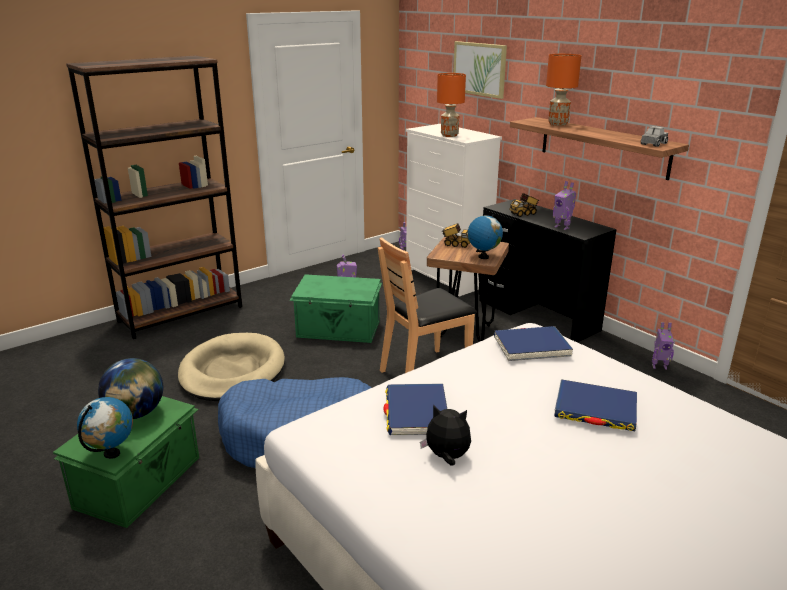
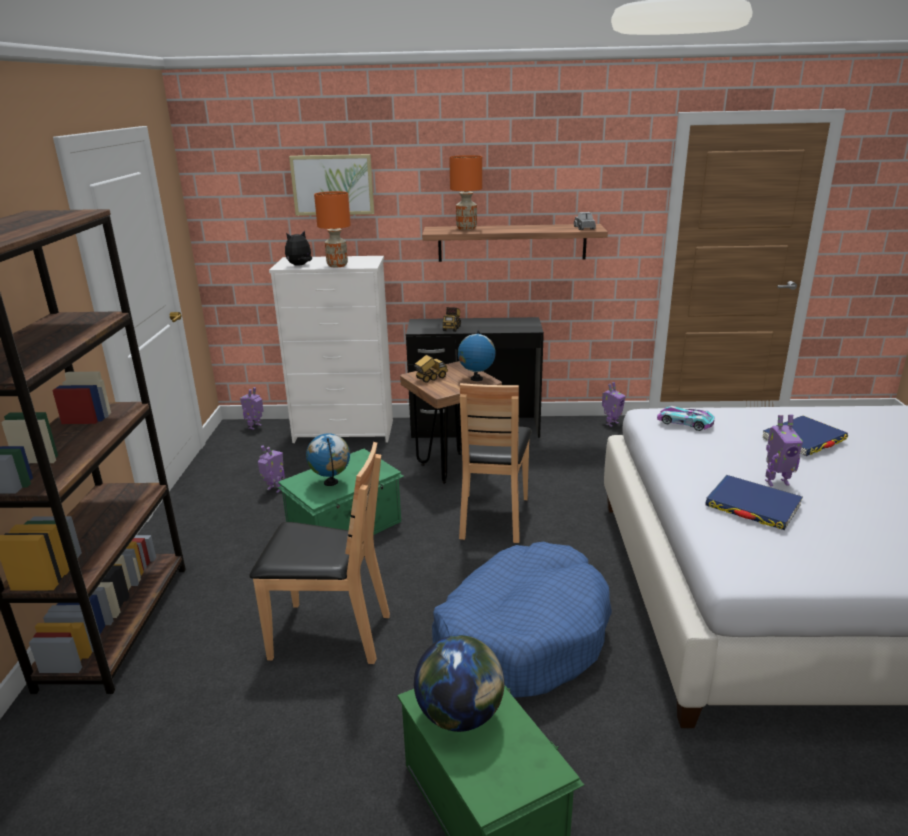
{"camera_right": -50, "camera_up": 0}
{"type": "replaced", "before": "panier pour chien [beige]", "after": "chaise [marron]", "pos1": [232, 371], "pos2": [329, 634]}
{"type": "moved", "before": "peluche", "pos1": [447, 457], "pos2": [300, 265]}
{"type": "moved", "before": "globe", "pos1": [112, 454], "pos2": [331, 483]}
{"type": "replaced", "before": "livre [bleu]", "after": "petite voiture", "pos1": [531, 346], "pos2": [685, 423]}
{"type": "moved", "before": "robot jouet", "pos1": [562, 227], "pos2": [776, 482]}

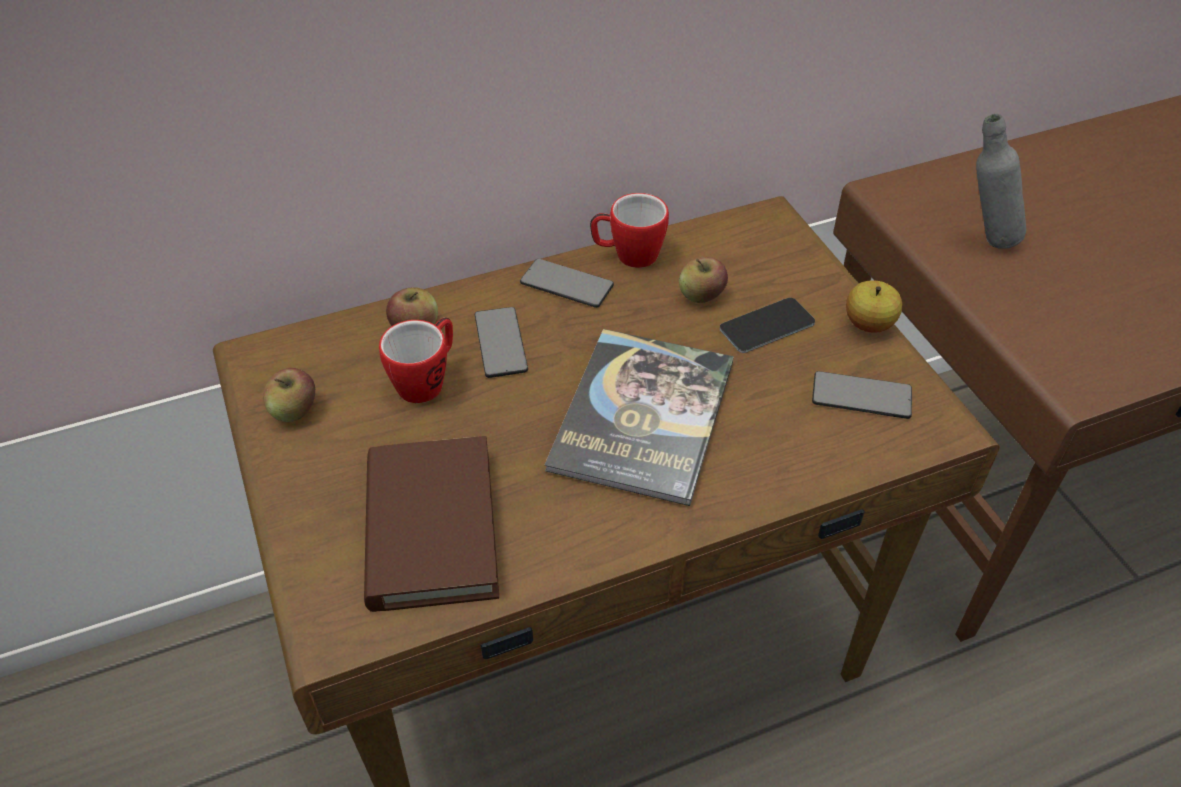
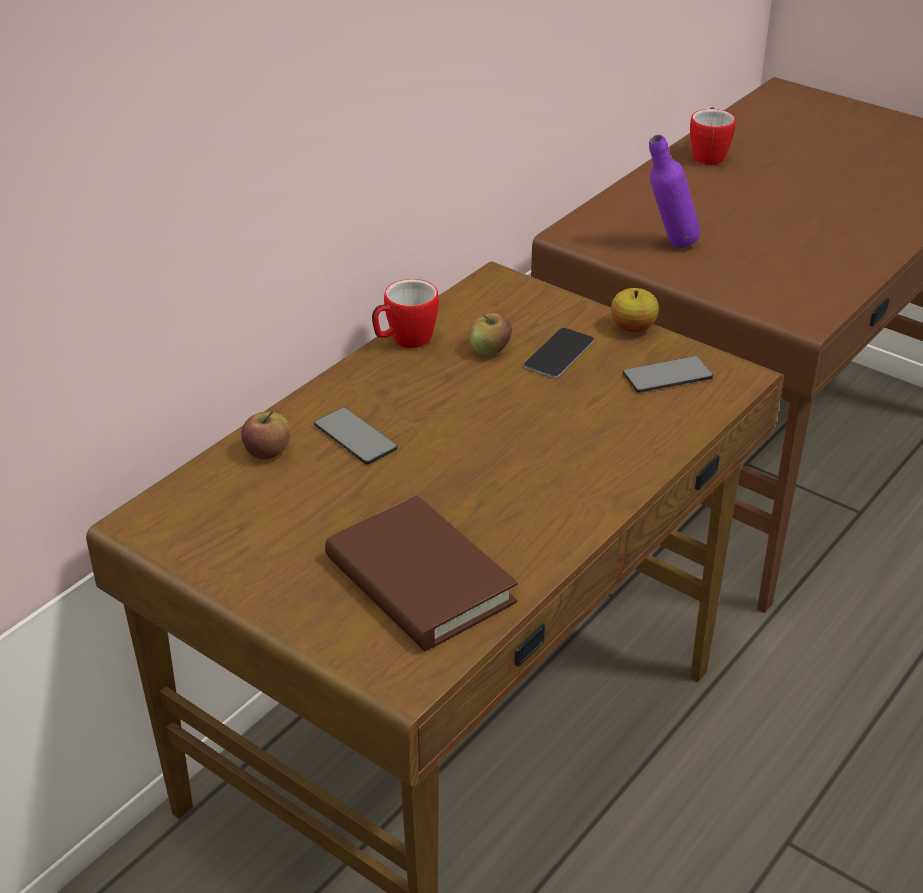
{"camera_right": -30, "camera_up": -10}
{"type": "recoloured", "before": "bouteille [gris]", "after": "bouteille [violet]", "pos1": [983, 240], "pos2": [669, 246]}
{"type": "moved", "before": "mug", "pos1": [427, 380], "pos2": [708, 155]}
{"type": "removed", "before": "pomme", "pos1": [294, 410]}
{"type": "removed", "before": "téléphone", "pos1": [566, 284]}
{"type": "removed", "before": "livre", "pos1": [643, 415]}

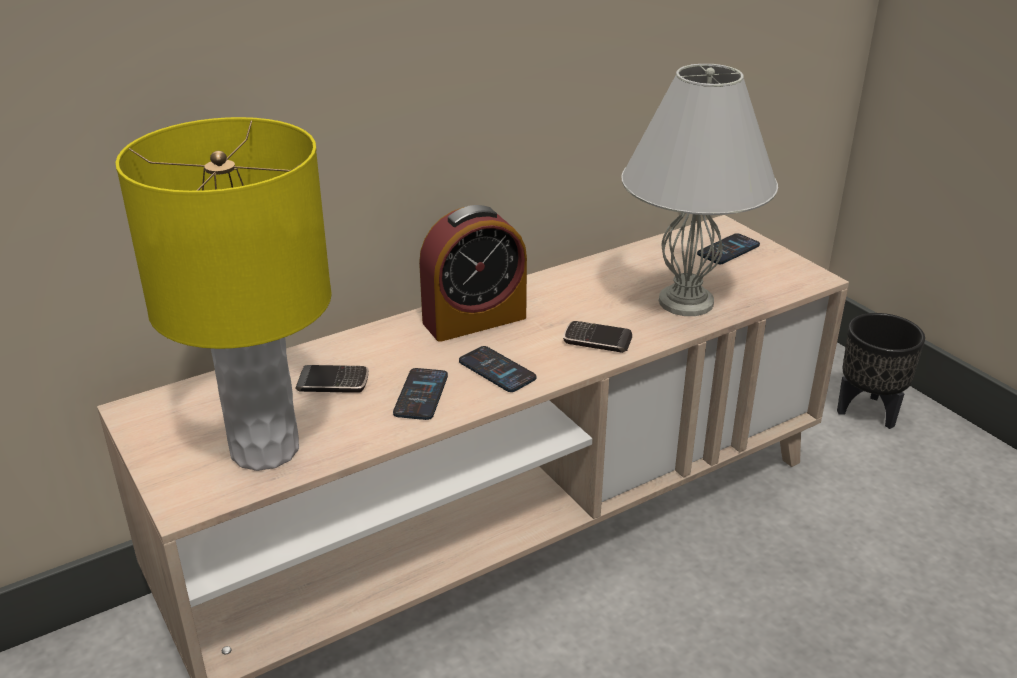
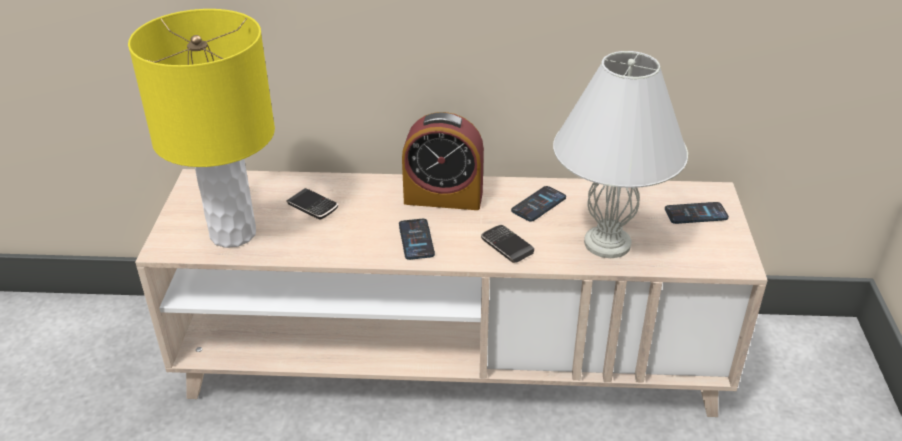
{"camera_right": 35, "camera_up": 5}
{"type": "moved", "before": "téléphone", "pos1": [421, 395], "pos2": [538, 204]}
{"type": "removed", "before": "cache-pot [noir]", "pos1": [868, 411]}

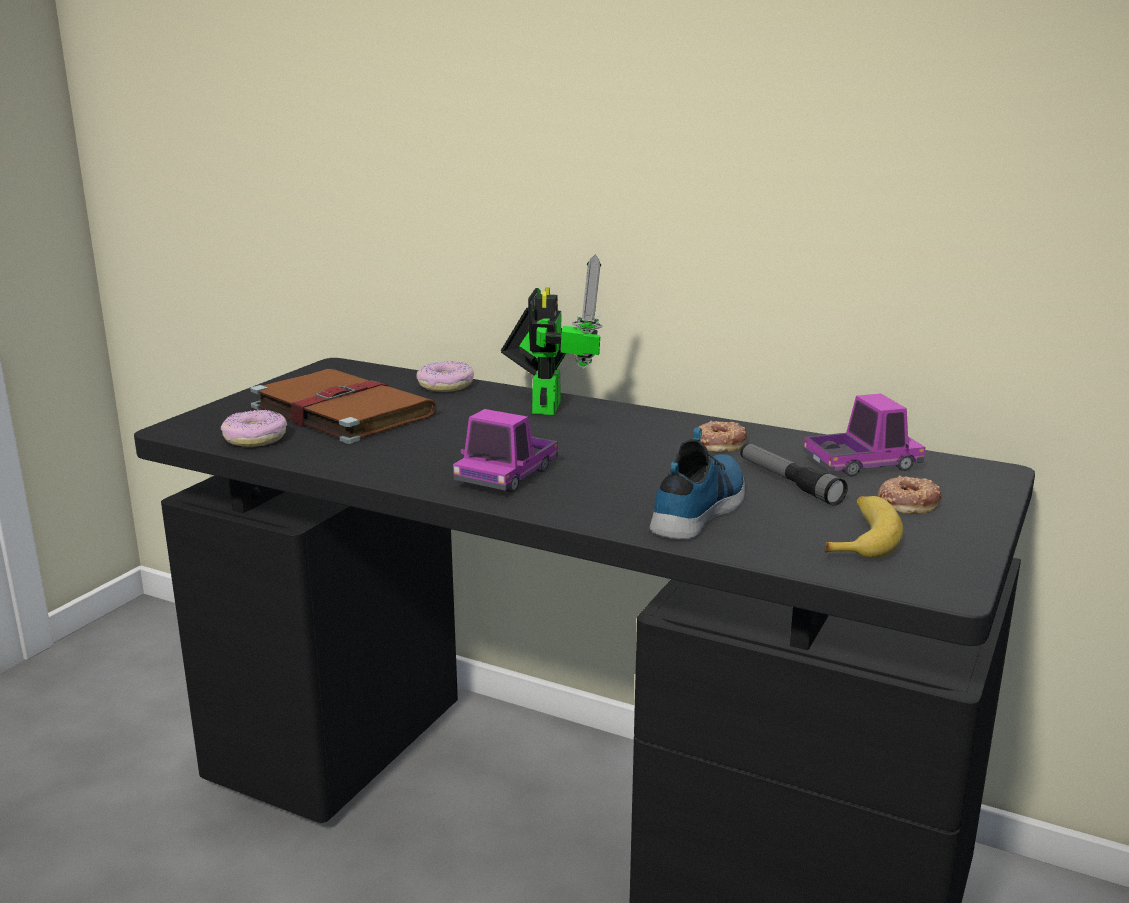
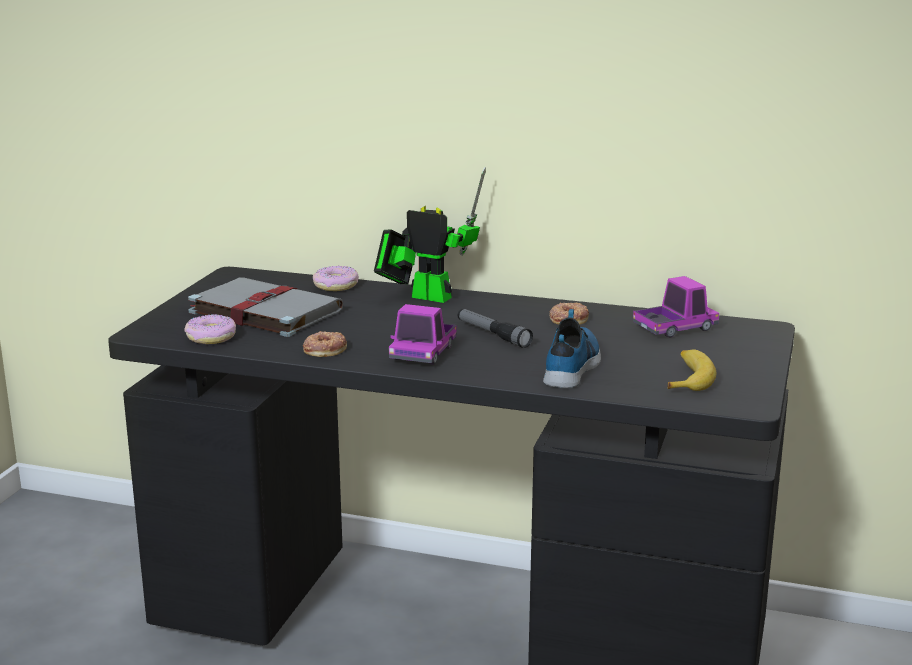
{"camera_right": -10, "camera_up": 0}
{"type": "recoloured", "before": "livre [marron]", "after": "livre [gris]", "pos1": [339, 410], "pos2": [263, 311]}
{"type": "moved", "before": "beignet", "pos1": [907, 502], "pos2": [324, 349]}
{"type": "turned", "before": "robot jouet", "pos1": [547, 404], "pos2": [425, 296], "turn": -60}
{"type": "moved", "before": "lampe de poche", "pos1": [788, 483], "pos2": [492, 335]}

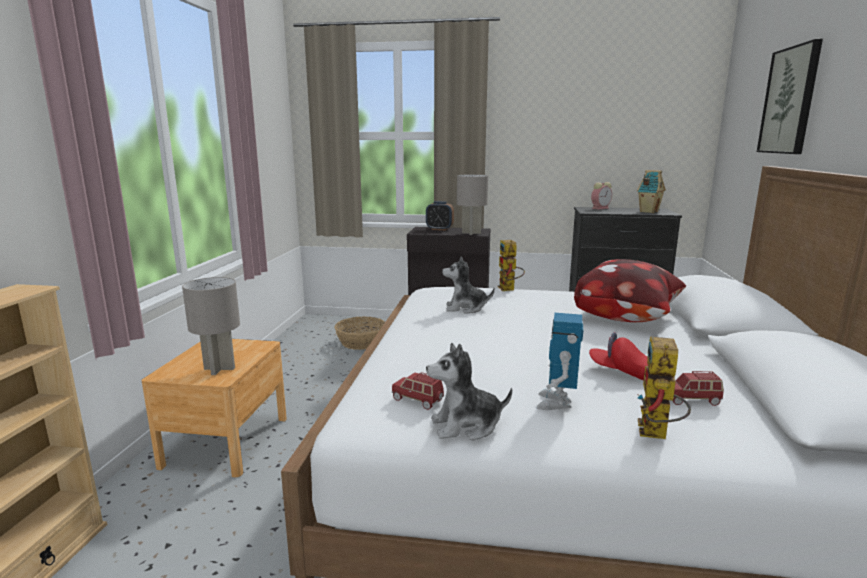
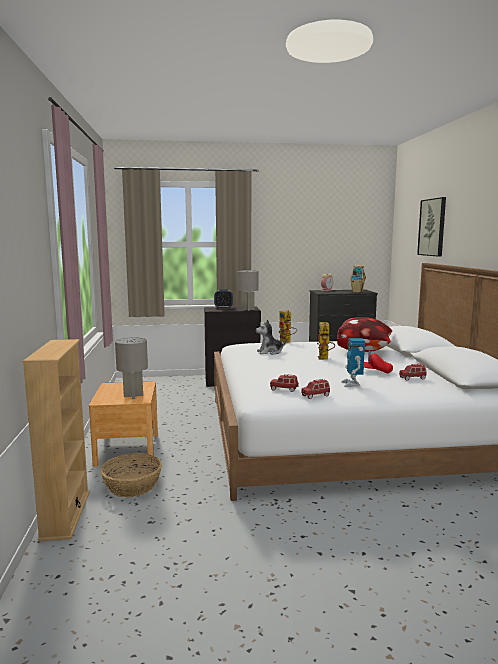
{"camera_right": -15, "camera_up": -5}
{"type": "moved", "before": "panier", "pos1": [361, 342], "pos2": [132, 485]}
{"type": "replaced", "before": "peluche", "after": "petite voiture [rouge]", "pos1": [466, 426], "pos2": [315, 395]}
{"type": "moved", "before": "robot jouet", "pos1": [656, 434], "pos2": [324, 359]}

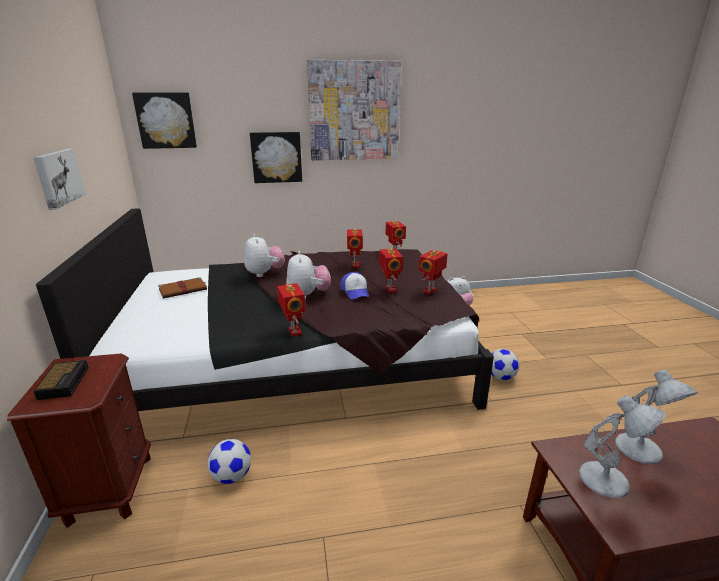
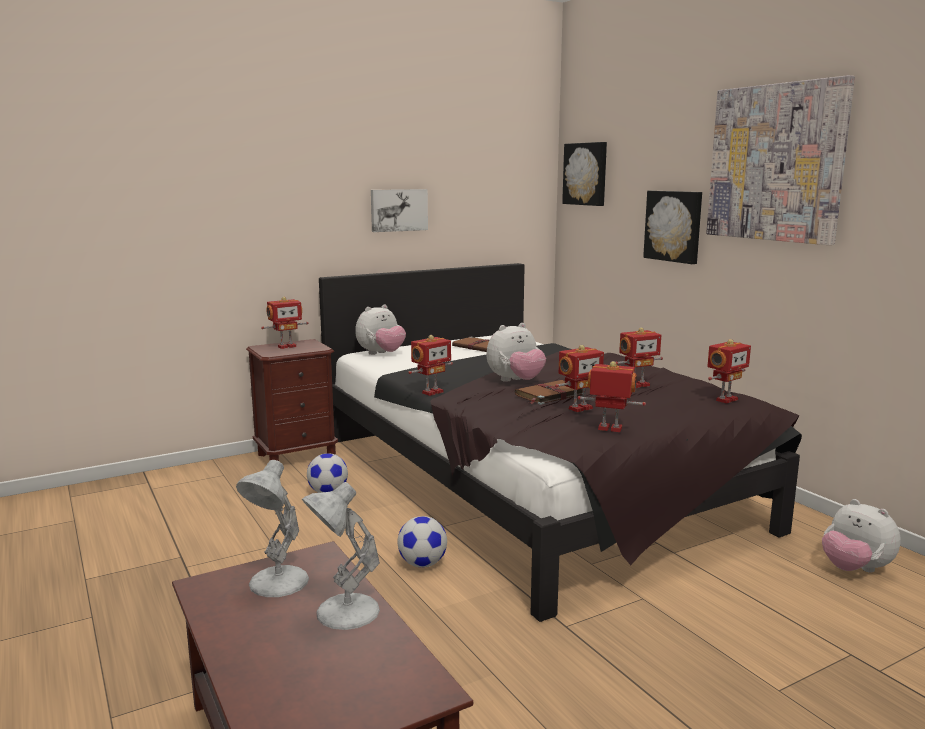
{"camera_right": 70, "camera_up": -10}
{"type": "replaced", "before": "réveil", "after": "robot jouet", "pos1": [64, 382], "pos2": [286, 346]}
{"type": "moved", "before": "peluche", "pos1": [265, 273], "pos2": [381, 354]}
{"type": "moved", "before": "ballon de foot", "pos1": [500, 377], "pos2": [422, 564]}
{"type": "replaced", "before": "casquette", "after": "livre [marron]", "pos1": [355, 291], "pos2": [549, 395]}

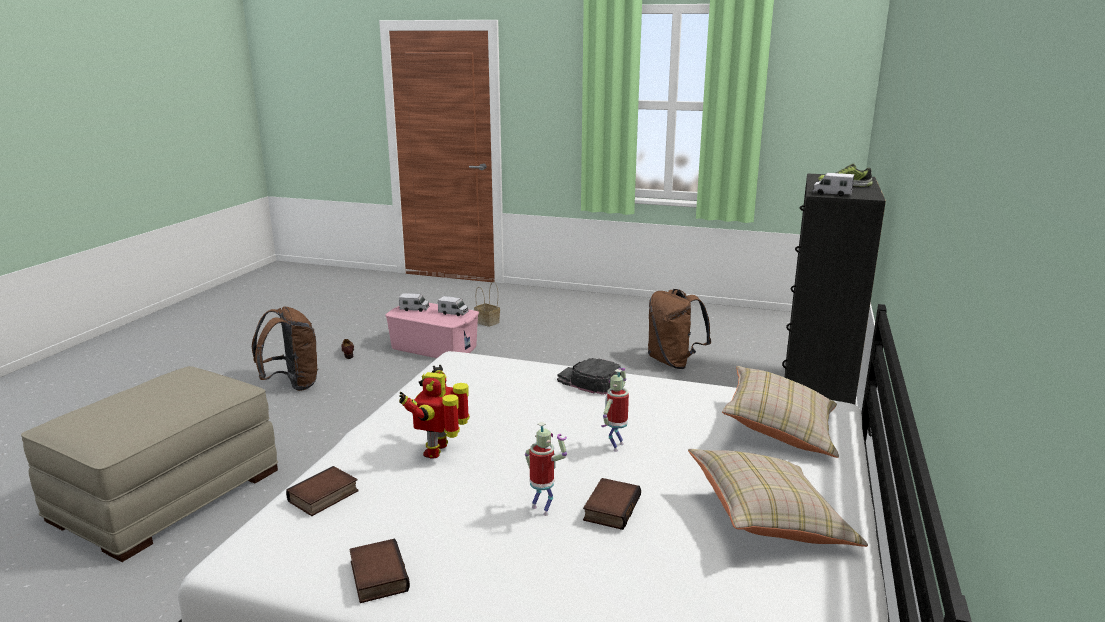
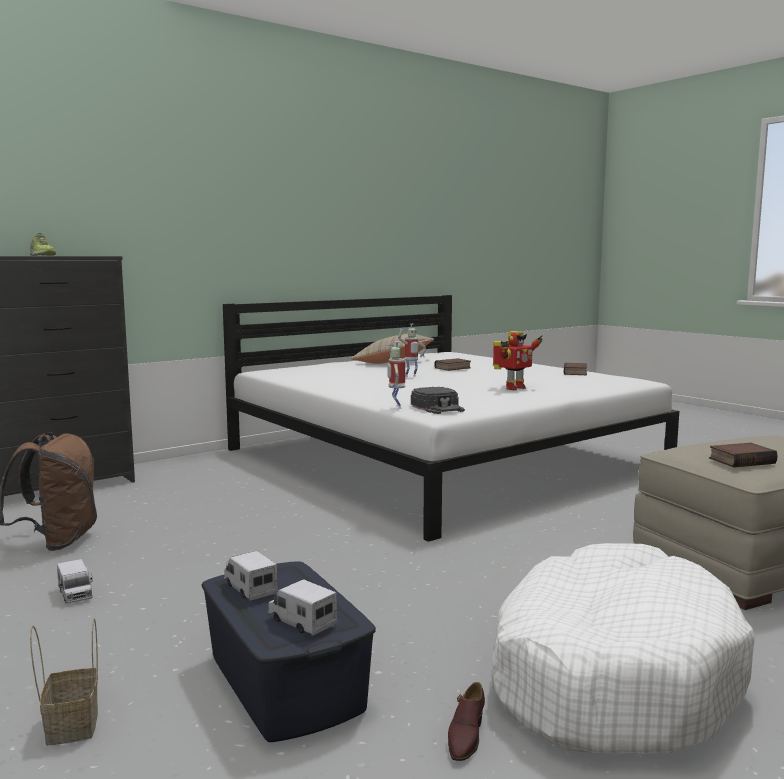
{"camera_right": -145, "camera_up": -10}
{"type": "moved", "before": "camion jouet", "pos1": [832, 194], "pos2": [75, 594]}
{"type": "recoloured", "before": "boîte de rangement [rose]", "after": "boîte de rangement [bleu]", "pos1": [434, 347], "pos2": [284, 682]}
{"type": "moved", "before": "robot jouet", "pos1": [543, 509], "pos2": [396, 407]}
{"type": "moved", "before": "casquette [noir]", "pos1": [589, 381], "pos2": [438, 407]}
{"type": "replaced", "before": "sac à dos [marron]", "after": "panier pour chien [blanc]", "pos1": [292, 384], "pos2": [610, 675]}
{"type": "moved", "before": "livre", "pos1": [323, 497], "pos2": [741, 460]}
{"type": "removed", "before": "coussin [beige]", "pos1": [779, 429]}

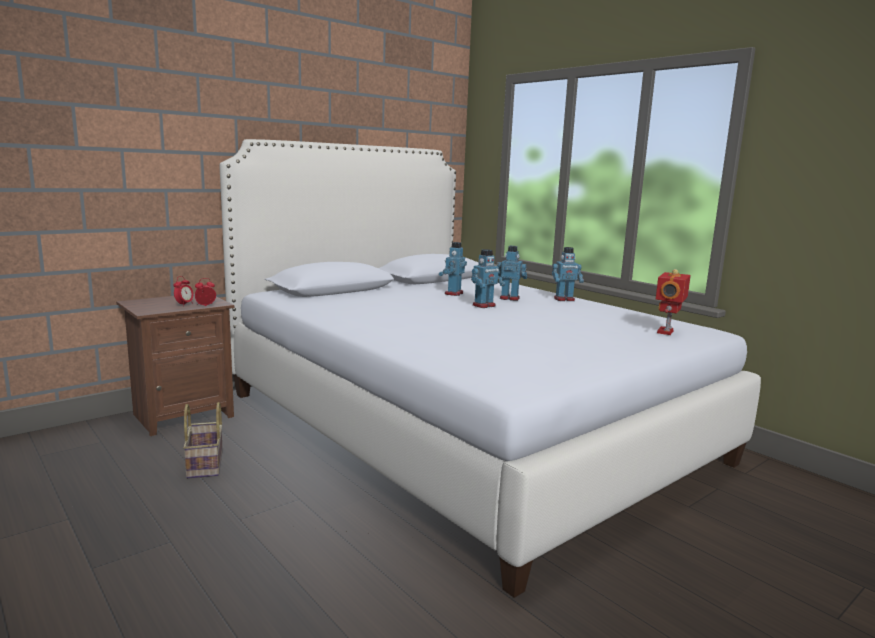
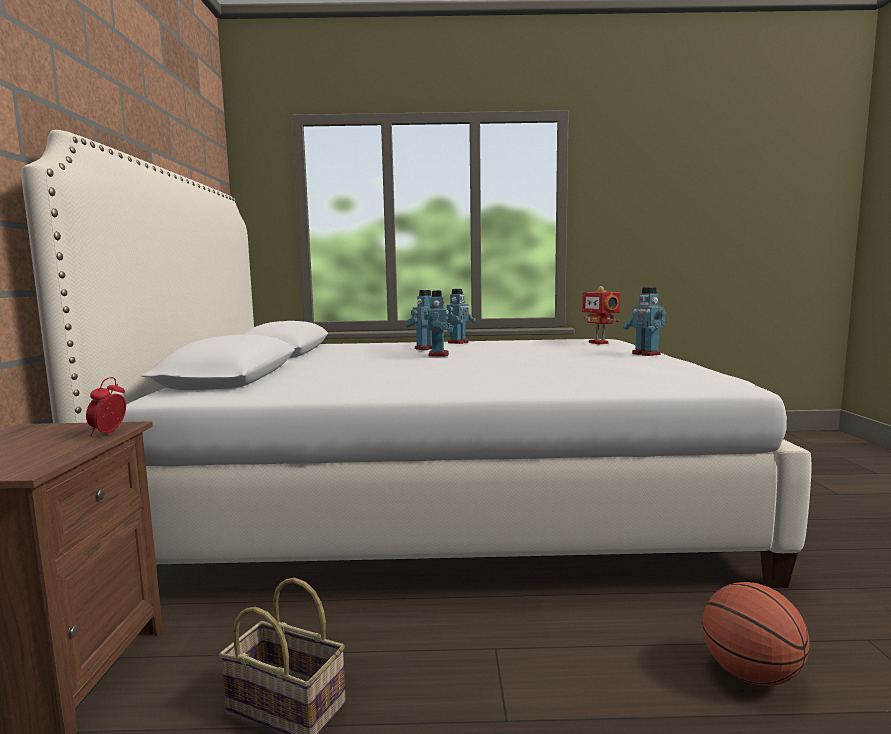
{"camera_right": -50, "camera_up": -5}
{"type": "moved", "before": "robot jouet", "pos1": [453, 293], "pos2": [645, 354]}
{"type": "added", "after": "ballon de basket", "pos2": [751, 674]}
{"type": "removed", "before": "réveil", "pos1": [184, 304]}

